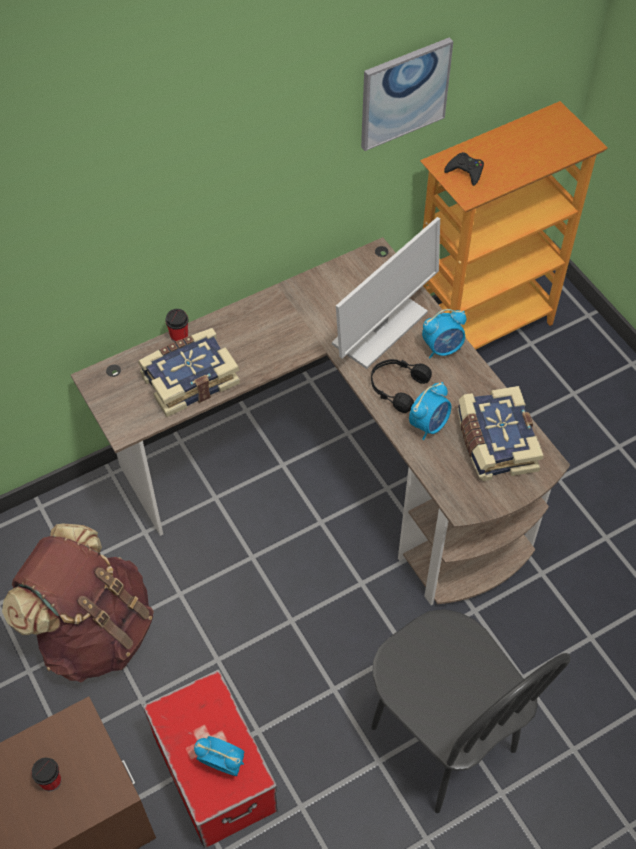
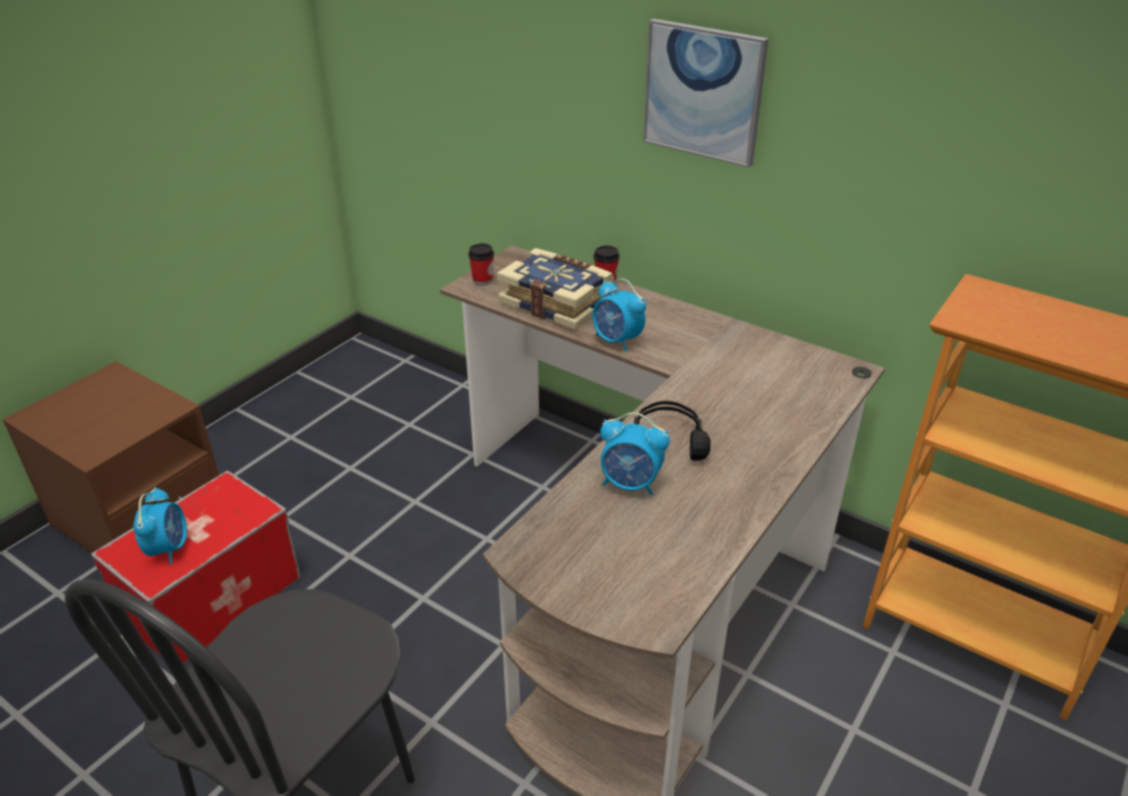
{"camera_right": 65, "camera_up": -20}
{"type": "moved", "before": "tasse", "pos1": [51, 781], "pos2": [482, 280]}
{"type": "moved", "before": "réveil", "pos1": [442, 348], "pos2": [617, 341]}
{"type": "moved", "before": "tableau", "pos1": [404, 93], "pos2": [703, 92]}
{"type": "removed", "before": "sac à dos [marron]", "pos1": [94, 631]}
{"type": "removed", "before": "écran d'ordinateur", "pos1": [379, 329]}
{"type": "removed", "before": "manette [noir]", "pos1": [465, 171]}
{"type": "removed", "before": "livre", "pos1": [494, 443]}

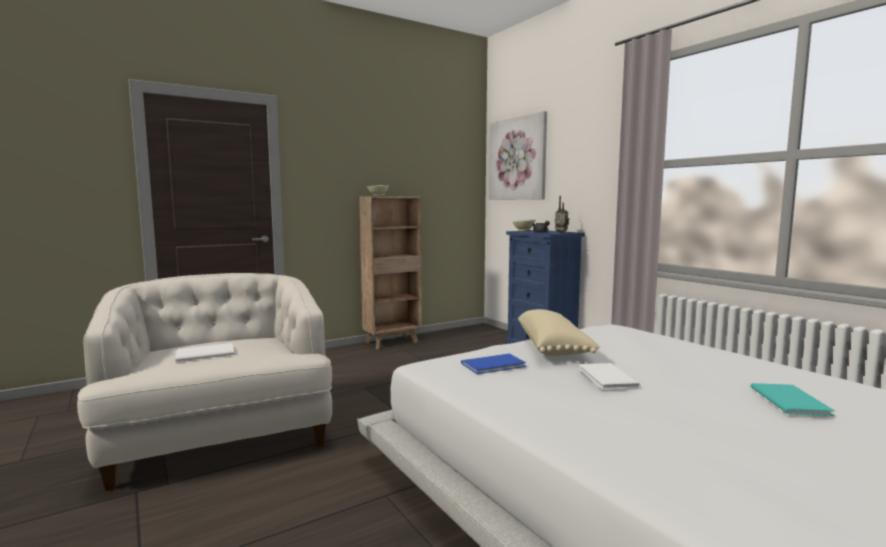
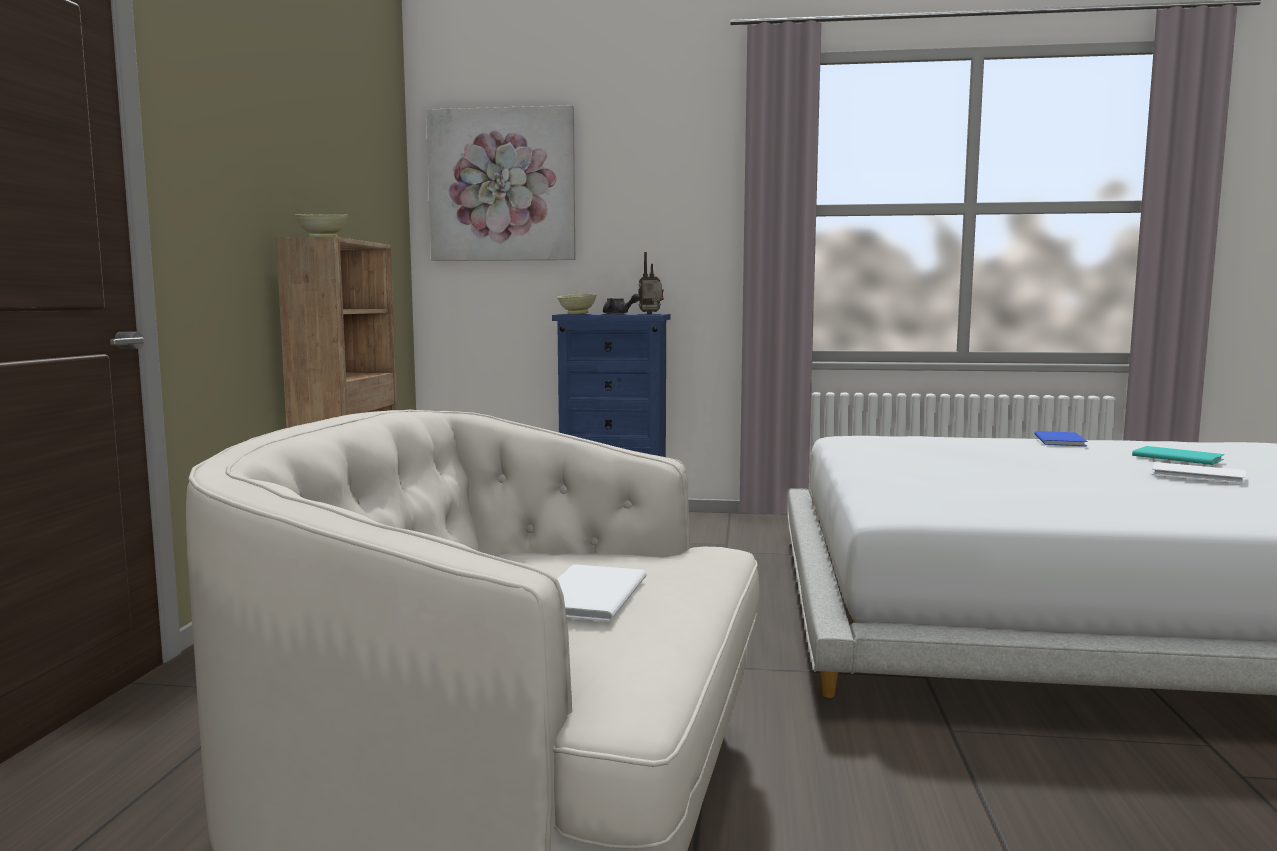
{"camera_right": -50, "camera_up": 0}
{"type": "moved", "before": "livre [bleu]", "pos1": [495, 365], "pos2": [1061, 440]}
{"type": "moved", "before": "livre [blanc]", "pos1": [606, 378], "pos2": [1200, 475]}
{"type": "removed", "before": "coussin [beige]", "pos1": [553, 347]}

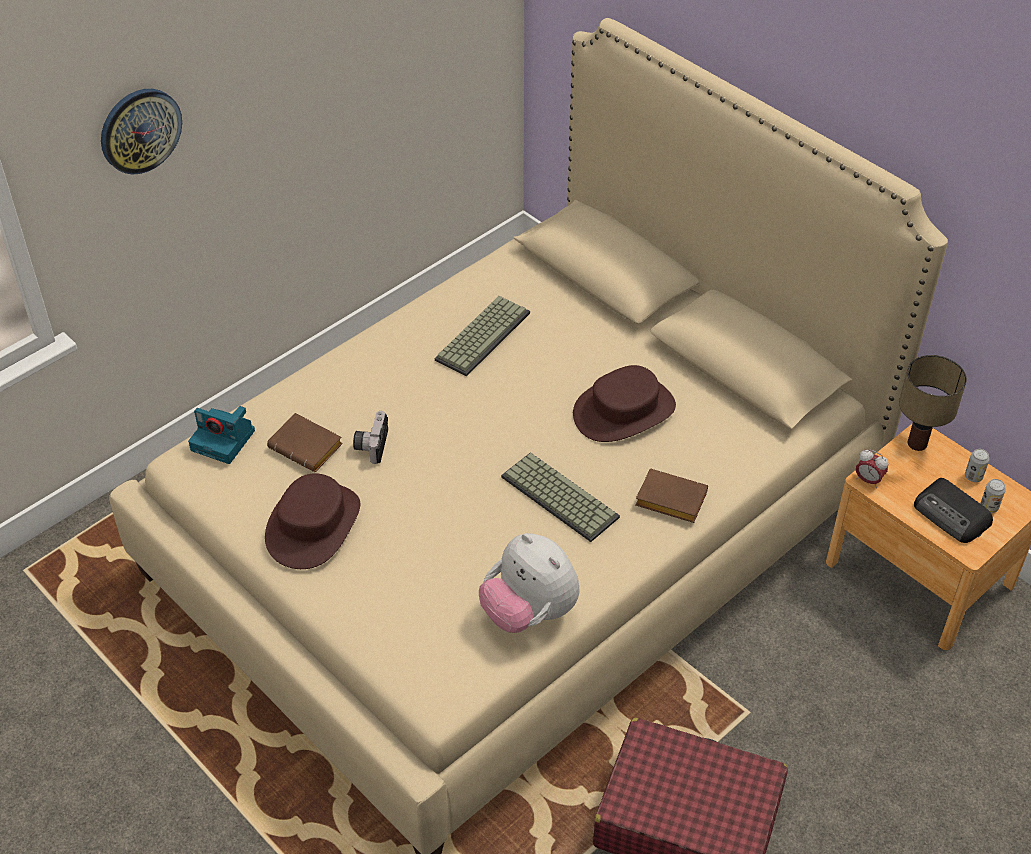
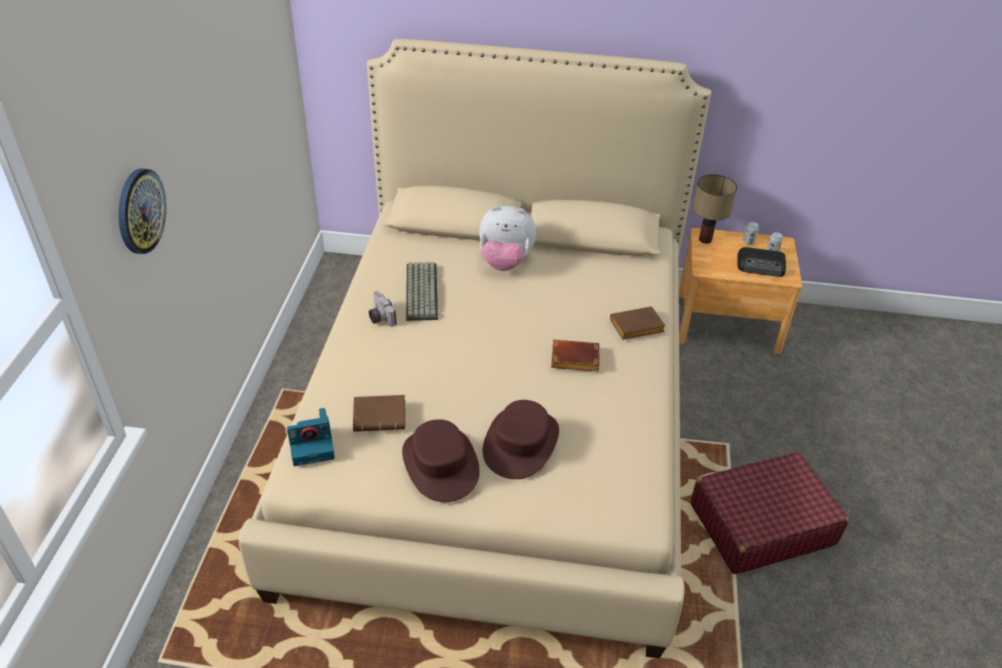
{"camera_right": -40, "camera_up": -5}
{"type": "moved", "before": "appareil photo", "pos1": [371, 444], "pos2": [379, 317]}
{"type": "moved", "before": "peluche", "pos1": [529, 612], "pos2": [505, 262]}
{"type": "moved", "before": "chapeau [marron]", "pos1": [624, 411], "pos2": [521, 443]}
{"type": "replaced", "before": "clavier", "after": "livre [marron]", "pos1": [557, 497], "pos2": [573, 360]}
{"type": "removed", "before": "réveil", "pos1": [868, 480]}

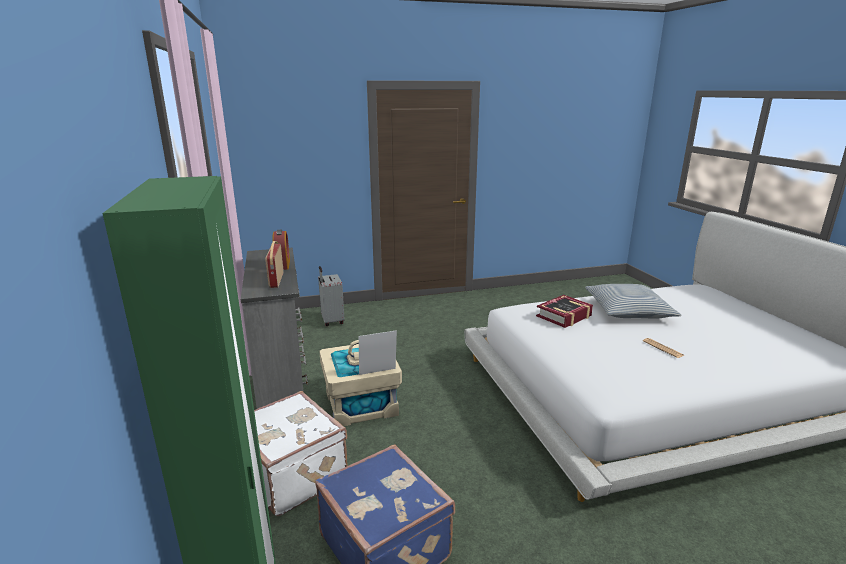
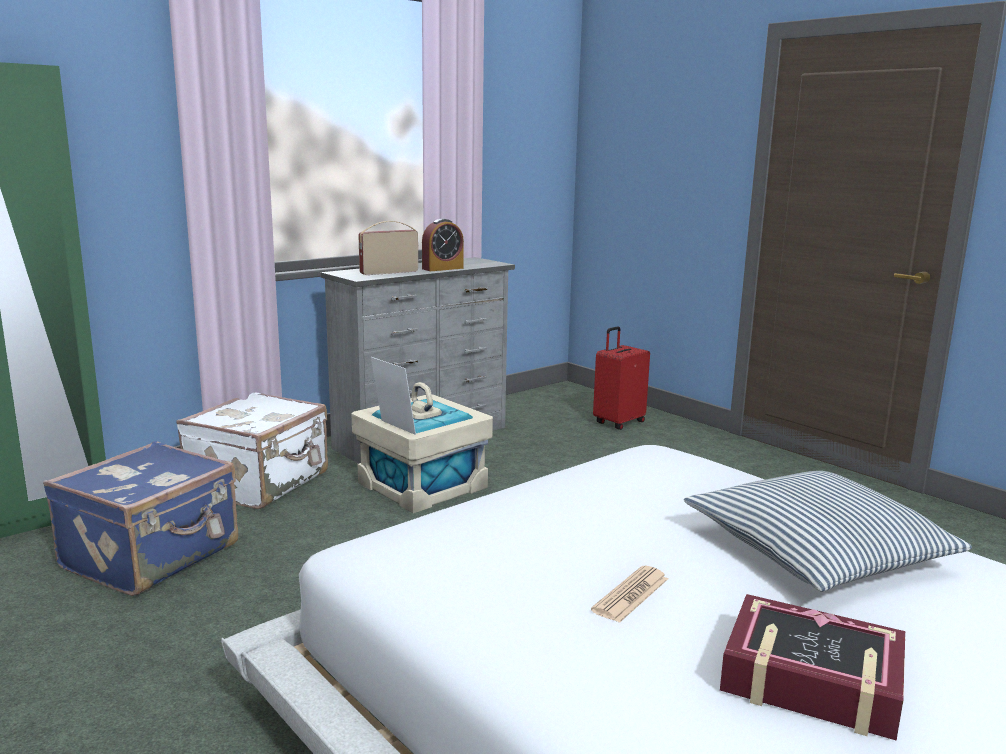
{"camera_right": 65, "camera_up": -5}
{"type": "recoloured", "before": "valise [gris]", "after": "valise [rouge]", "pos1": [331, 321], "pos2": [618, 422]}
{"type": "moved", "before": "livre", "pos1": [564, 316], "pos2": [811, 680]}

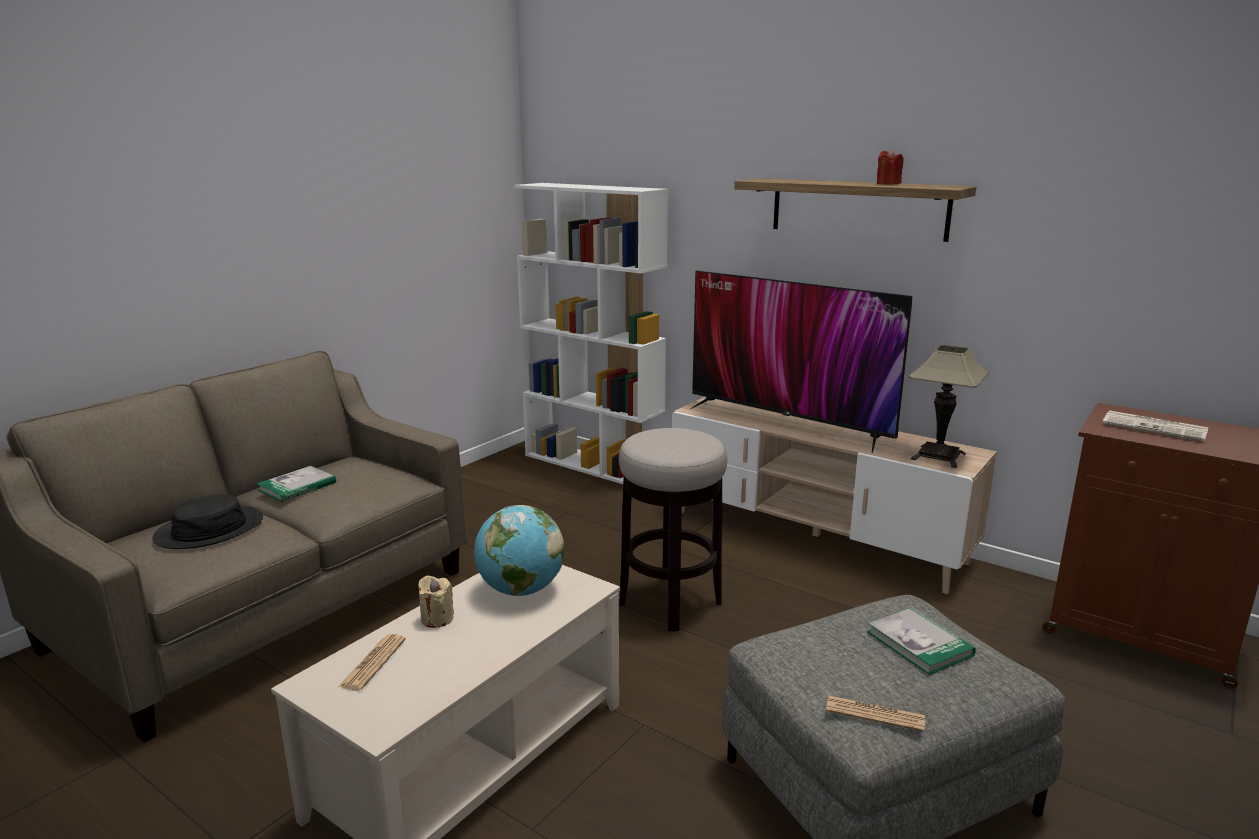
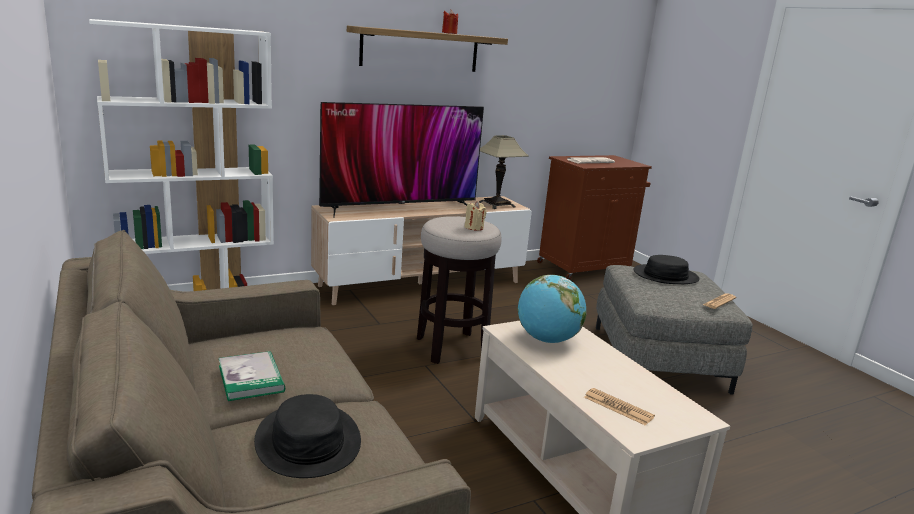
{"camera_right": -65, "camera_up": 0}
{"type": "moved", "before": "bougie [beige]", "pos1": [437, 619], "pos2": [474, 228]}
{"type": "replaced", "before": "livre", "after": "chapeau [noir]", "pos1": [919, 643], "pos2": [665, 276]}

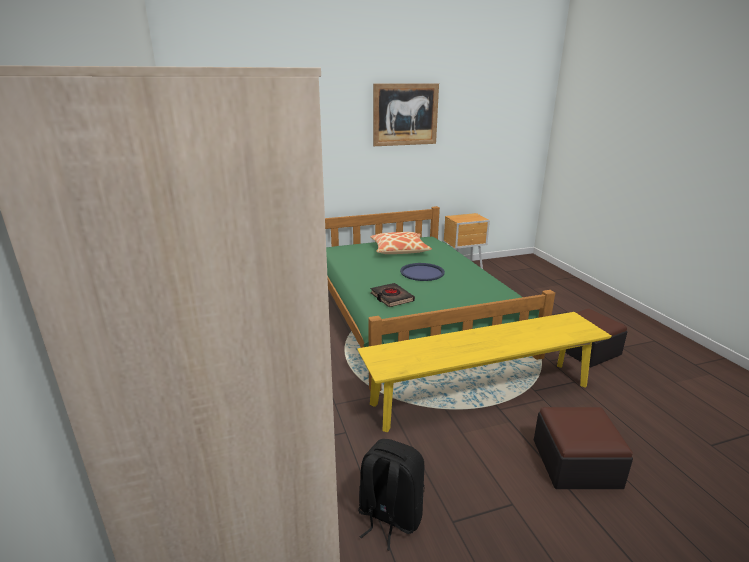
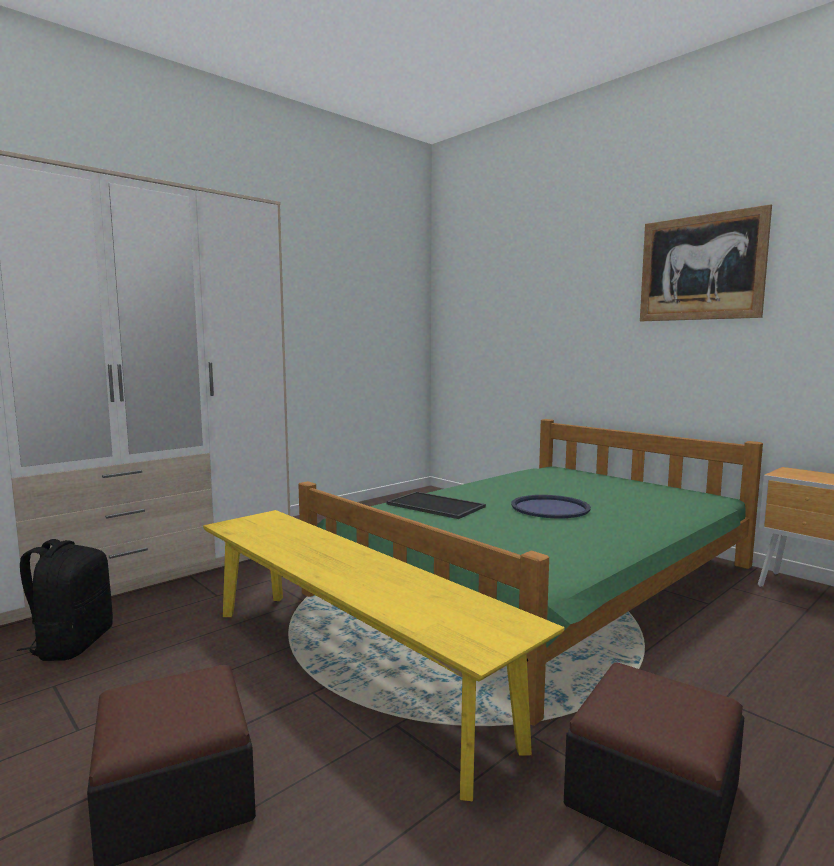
{"camera_right": 65, "camera_up": -15}
{"type": "replaced", "before": "livre [noir]", "after": "plateau", "pos1": [391, 297], "pos2": [434, 505]}
{"type": "removed", "before": "coussin", "pos1": [399, 250]}

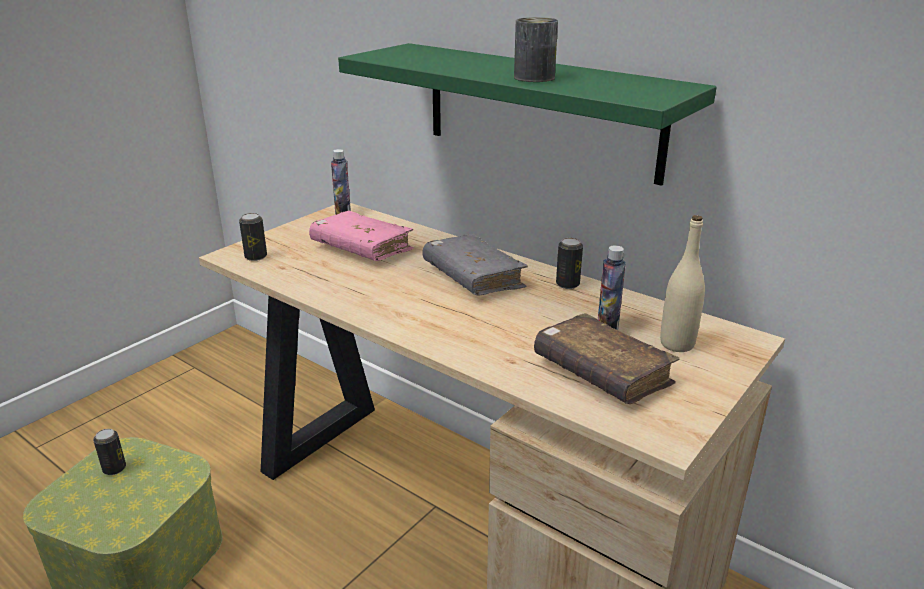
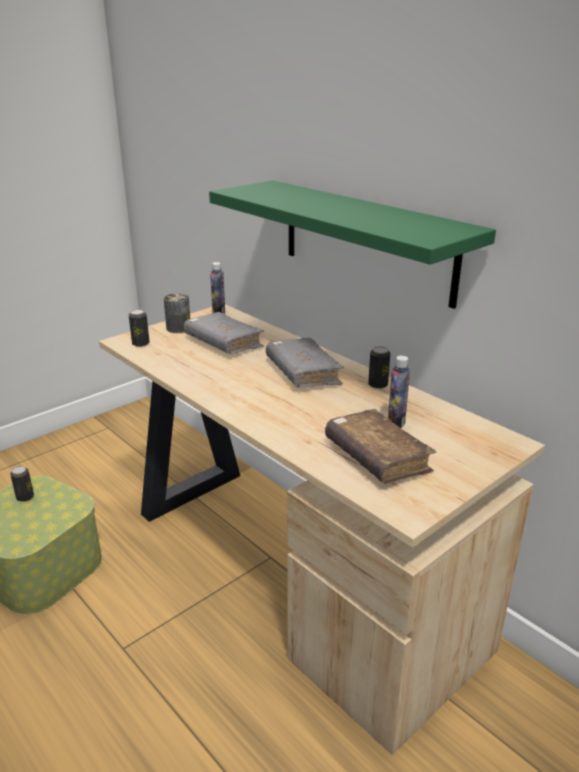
{"camera_right": 10, "camera_up": 0}
{"type": "moved", "before": "boîte métallique", "pos1": [534, 77], "pos2": [178, 328]}
{"type": "recoloured", "before": "livre [rose]", "after": "livre [gris]", "pos1": [361, 248], "pos2": [223, 343]}
{"type": "removed", "before": "bouteille [beige]", "pos1": [677, 344]}

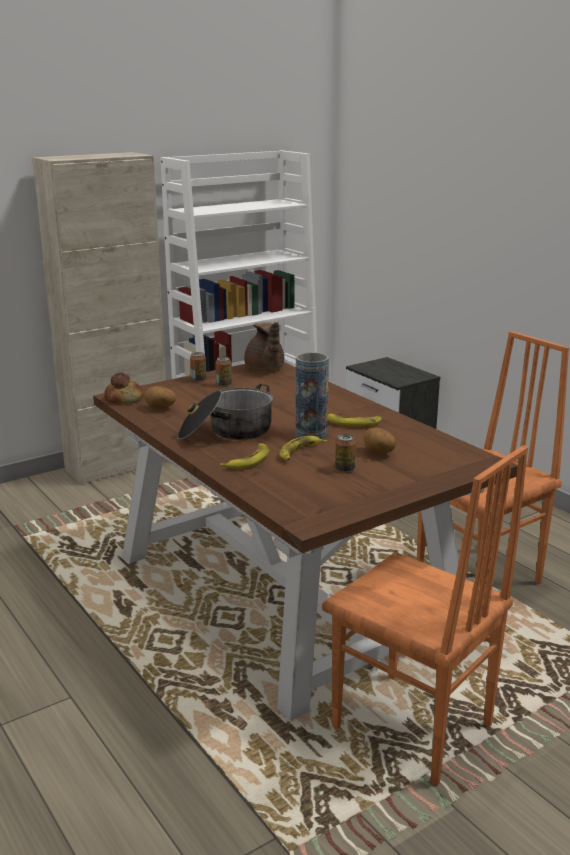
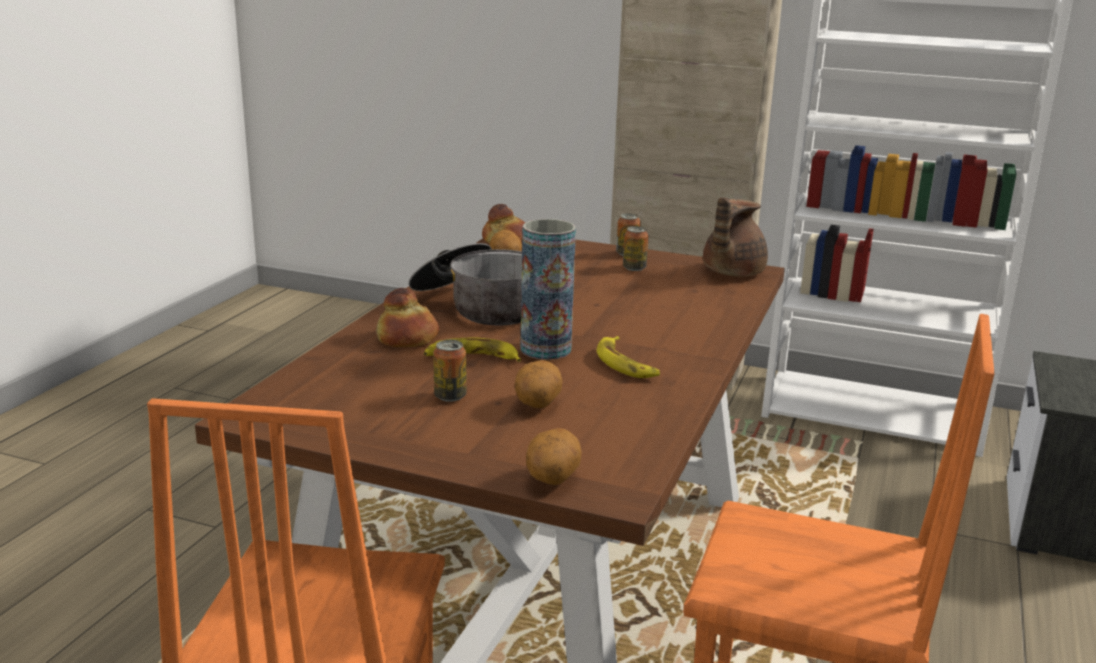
{"camera_right": 55, "camera_up": 0}
{"type": "replaced", "before": "banane", "after": "pain", "pos1": [248, 460], "pos2": [408, 338]}
{"type": "added", "after": "pomme de terre", "pos2": [552, 479]}

